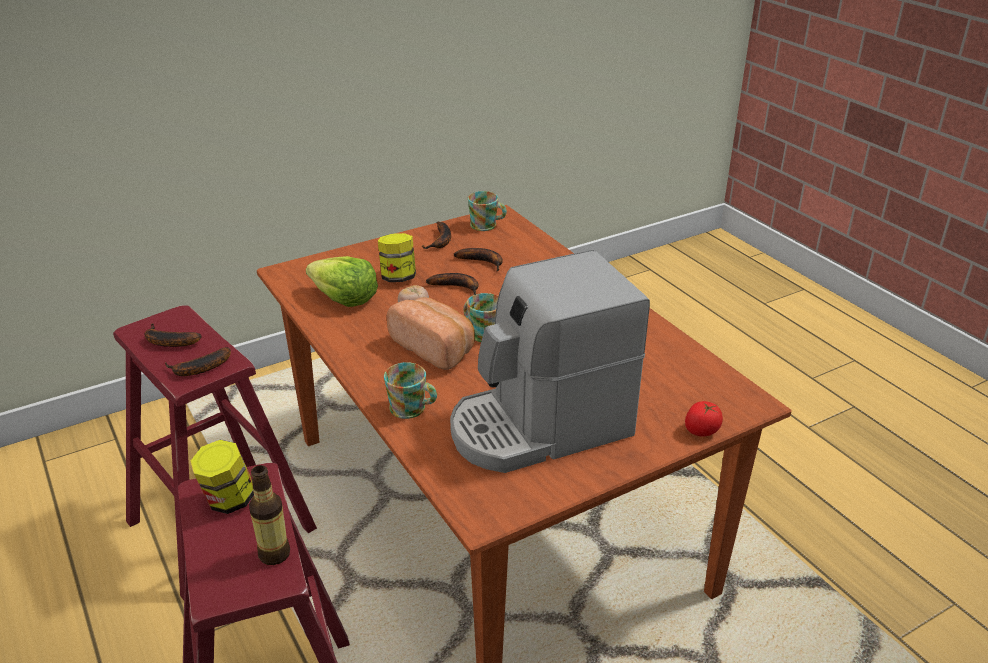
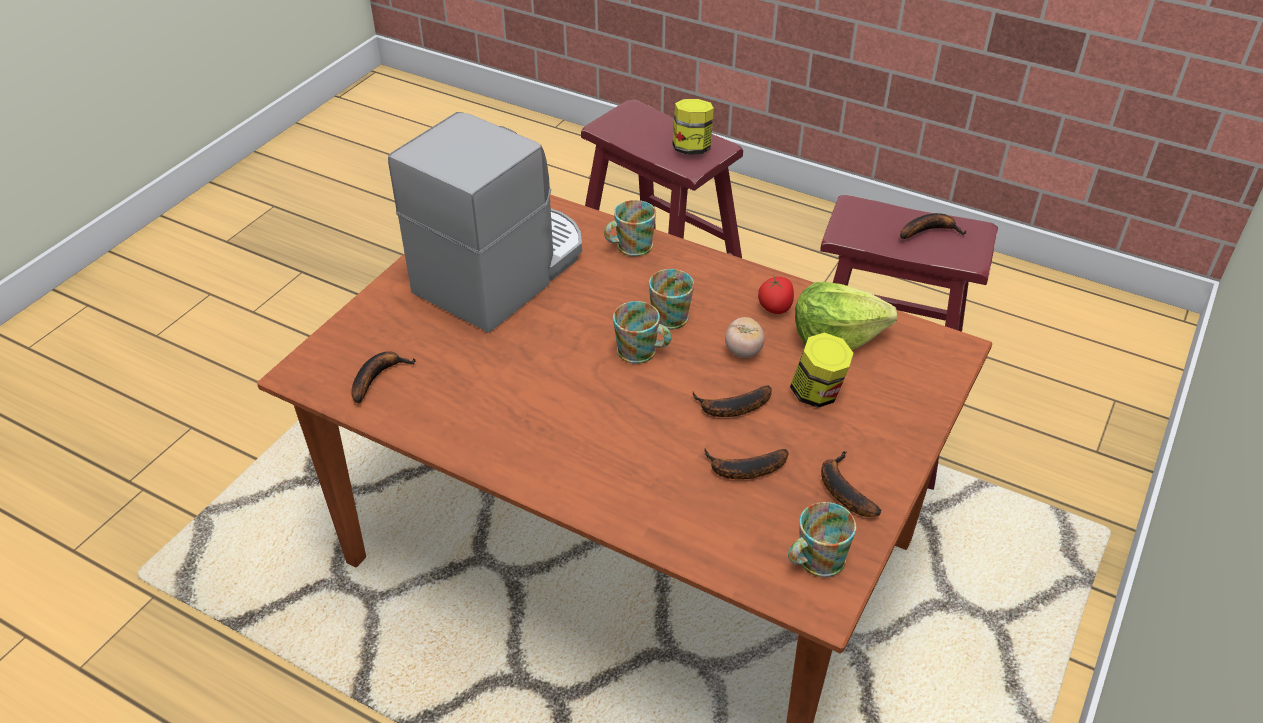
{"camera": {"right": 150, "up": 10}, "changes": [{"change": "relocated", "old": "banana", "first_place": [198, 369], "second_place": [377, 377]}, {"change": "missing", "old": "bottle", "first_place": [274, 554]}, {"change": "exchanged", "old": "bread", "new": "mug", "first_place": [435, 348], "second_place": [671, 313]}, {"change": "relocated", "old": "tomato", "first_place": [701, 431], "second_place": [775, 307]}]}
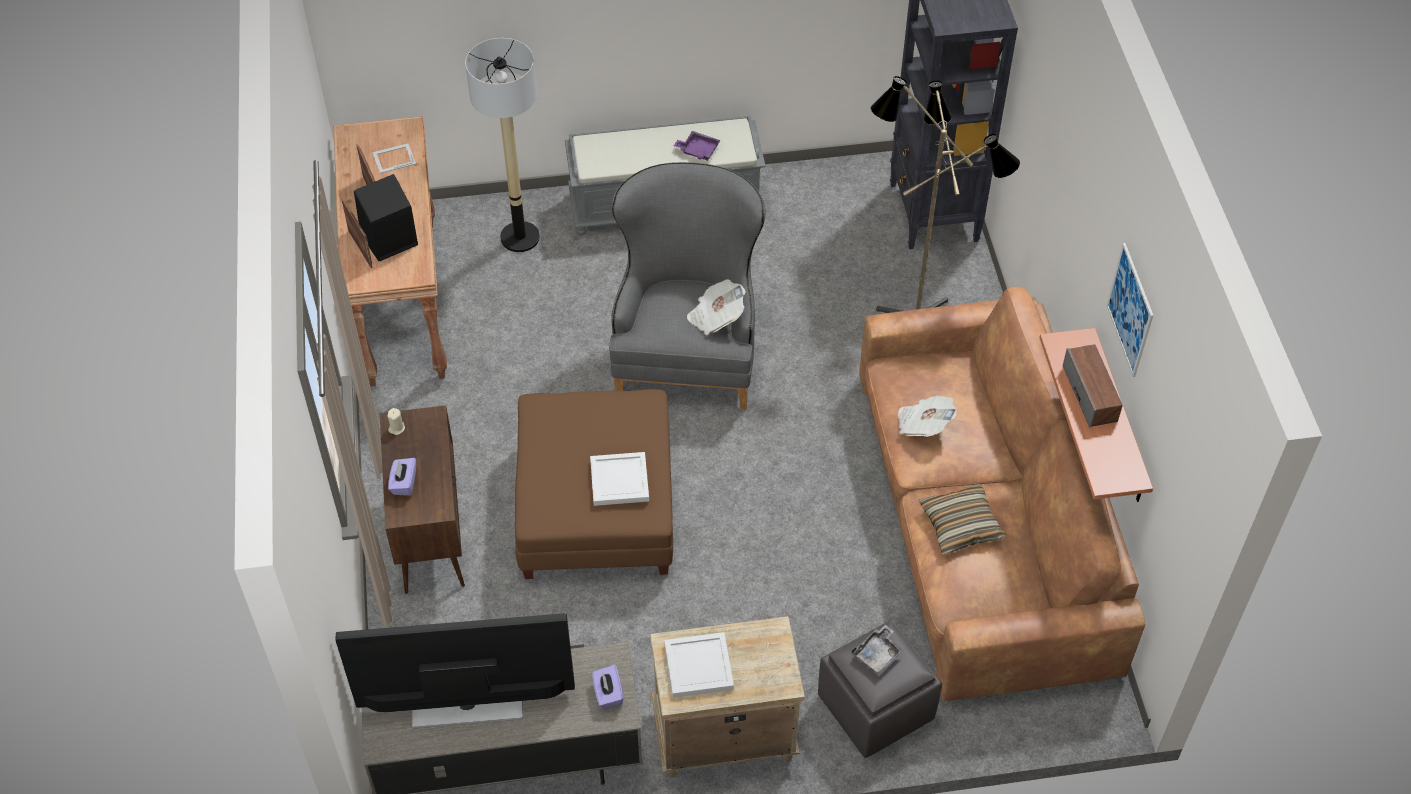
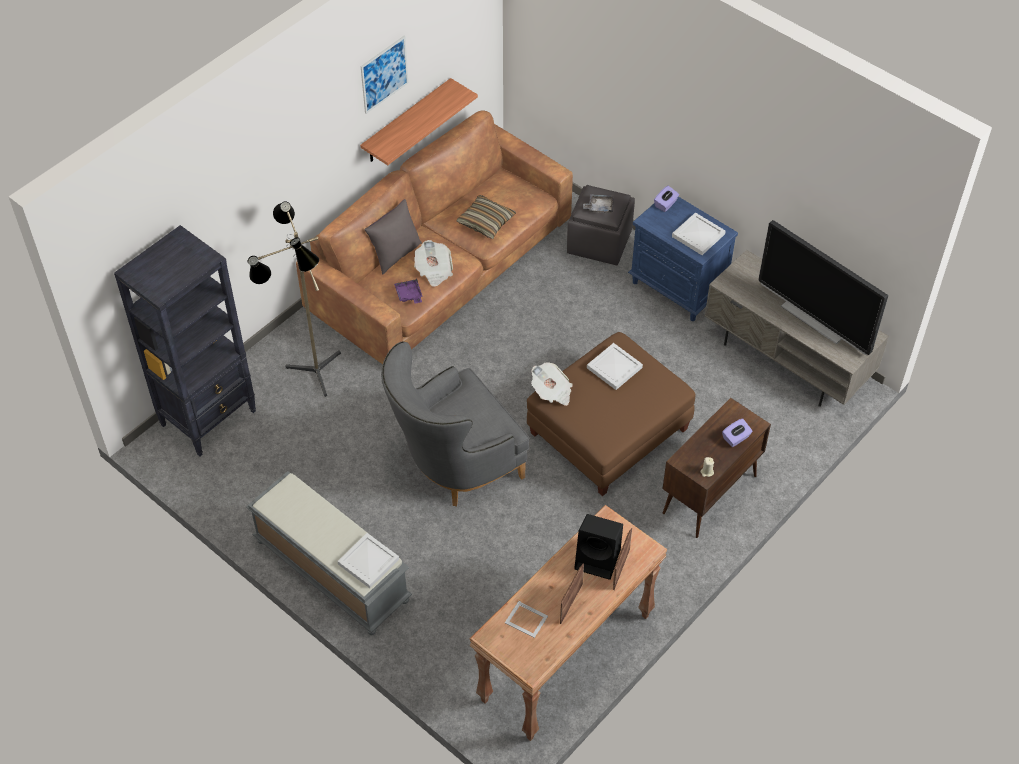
{"camera": {"right": -130, "up": 0}, "changes": [{"change": "missing", "old": "floor lamp", "first_place": [519, 237]}, {"change": "relocated", "old": "tissue box/purple", "first_place": [608, 694], "second_place": [666, 204]}, {"change": "colour", "old": "nightstand/beige", "new": "nightstand/blue", "first_place": [723, 734], "second_place": [678, 288]}, {"change": "relocated", "old": "tray/purple", "first_place": [698, 150], "second_place": [409, 295]}, {"change": "relocated", "old": "newspaper", "first_place": [716, 317], "second_place": [552, 392]}, {"change": "missing", "old": "speaker", "first_place": [1090, 393]}, {"change": "appeared", "new": "tray/white", "second_place": [369, 561]}, {"change": "appeared", "new": "pillow/grey", "second_place": [395, 255]}]}
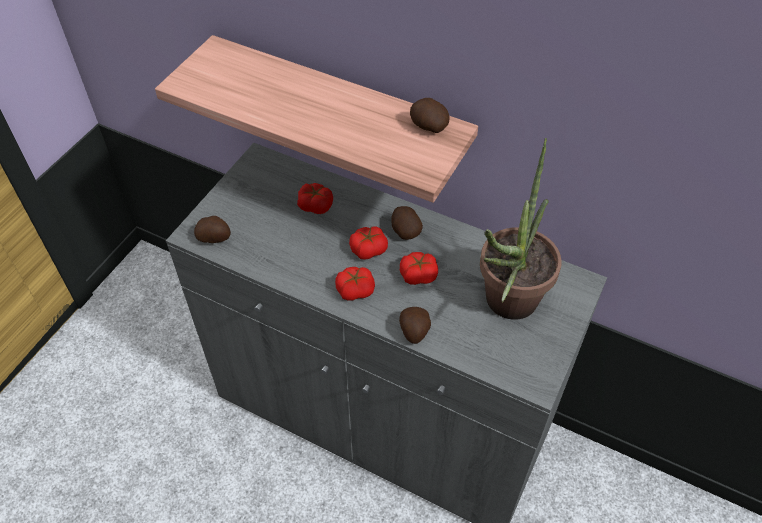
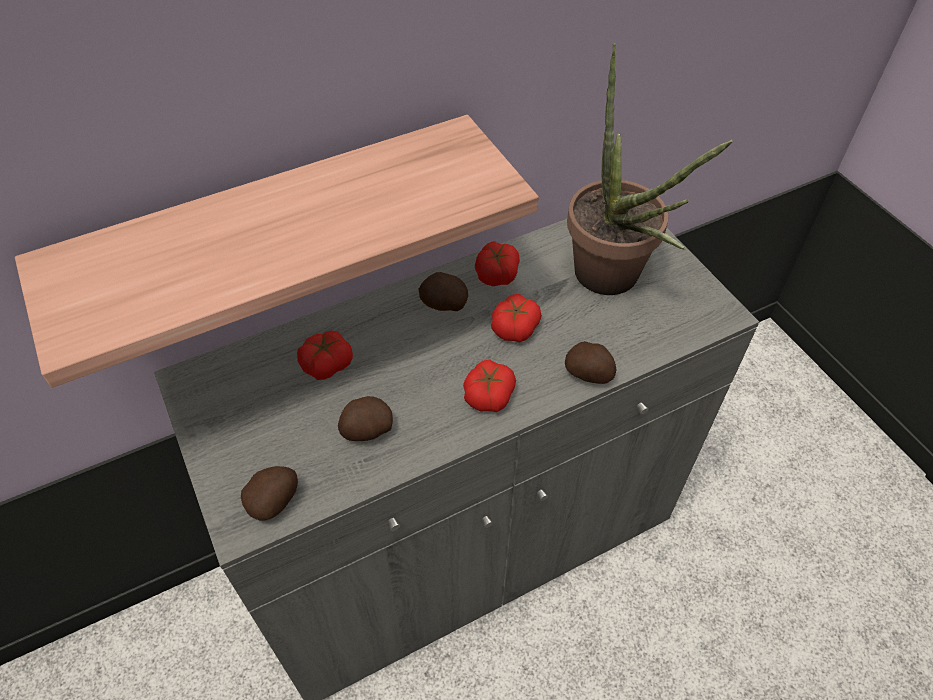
{"camera": {"right": -55, "up": 0}, "changes": [{"change": "relocated", "old": "tomato", "first_place": [368, 249], "second_place": [496, 273]}, {"change": "relocated", "old": "potato", "first_place": [428, 126], "second_place": [366, 430]}]}
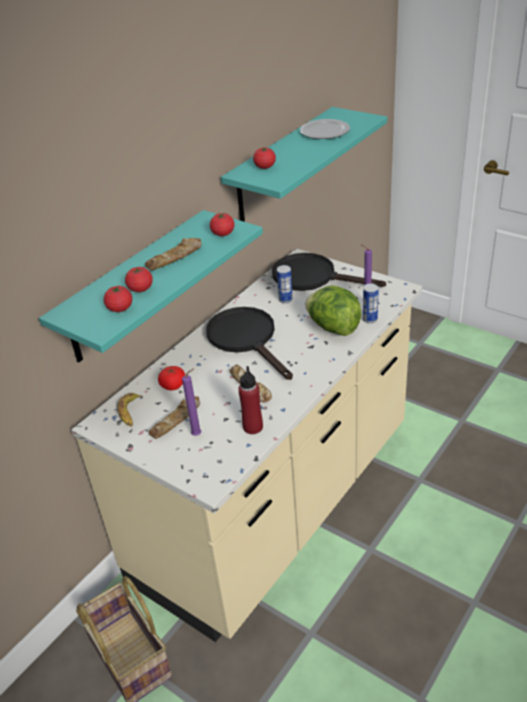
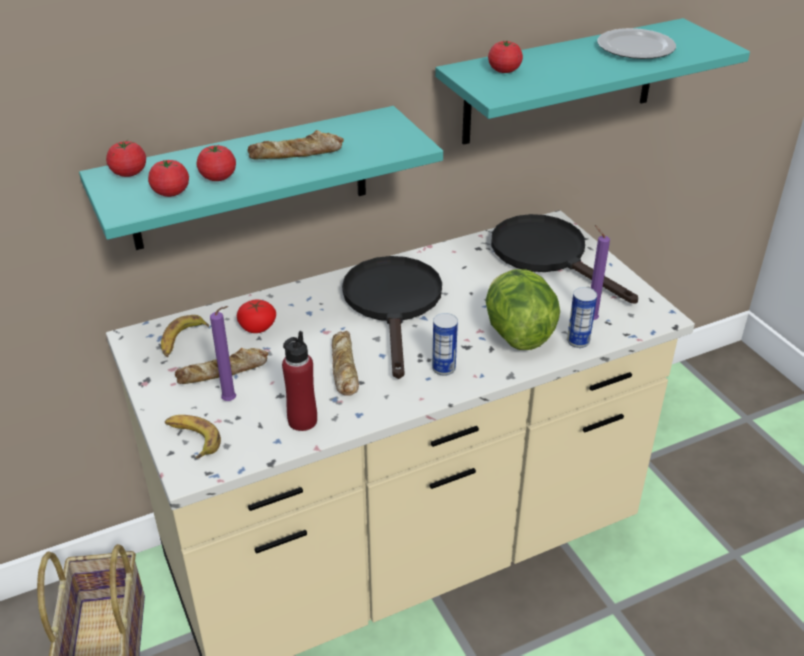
{"camera": {"right": 25, "up": 0}, "changes": [{"change": "relocated", "old": "tomato", "first_place": [223, 233], "second_place": [129, 173]}, {"change": "relocated", "old": "can", "first_place": [285, 299], "second_place": [443, 368]}, {"change": "appeared", "new": "banana", "second_place": [192, 439]}]}
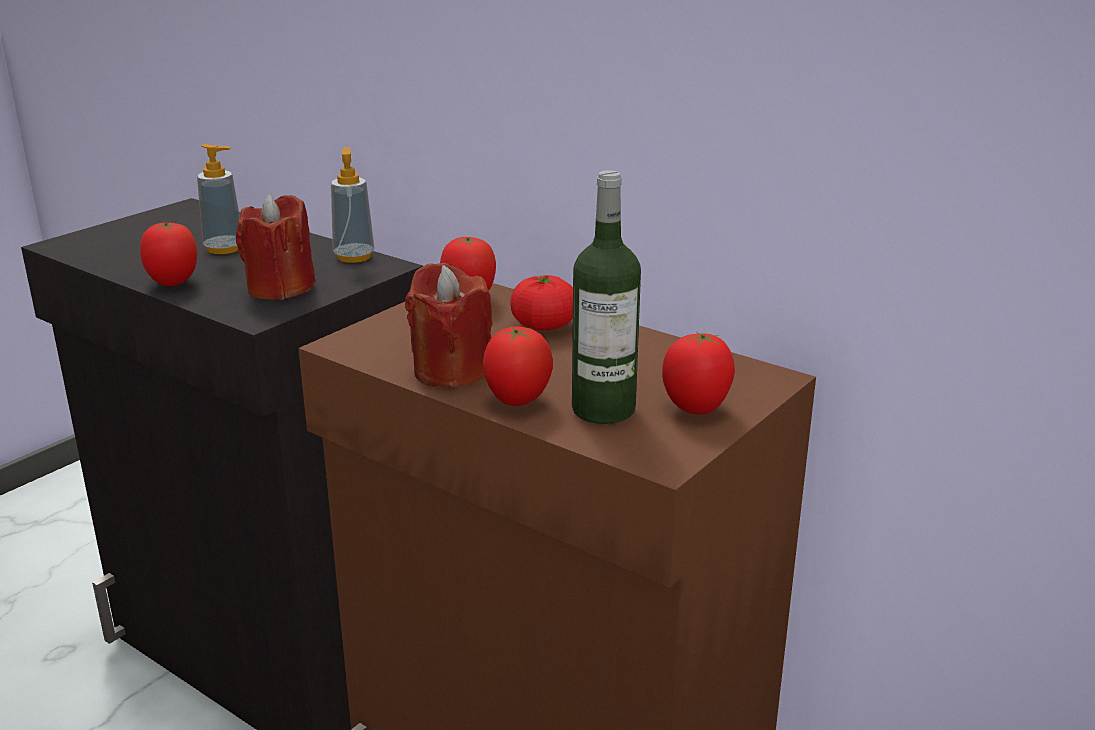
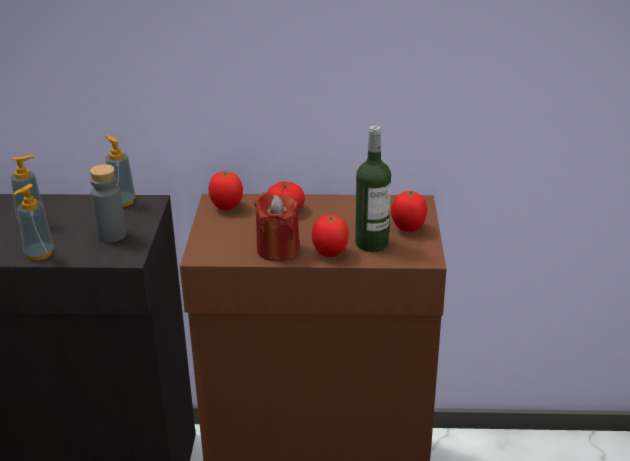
{"camera": {"right": -35, "up": 5}, "changes": [{"change": "exchanged", "old": "tomato", "new": "soap dispenser", "first_place": [173, 283], "second_place": [39, 254]}, {"change": "exchanged", "old": "candle/red", "new": "bottle/grey", "first_place": [280, 288], "second_place": [112, 235]}]}
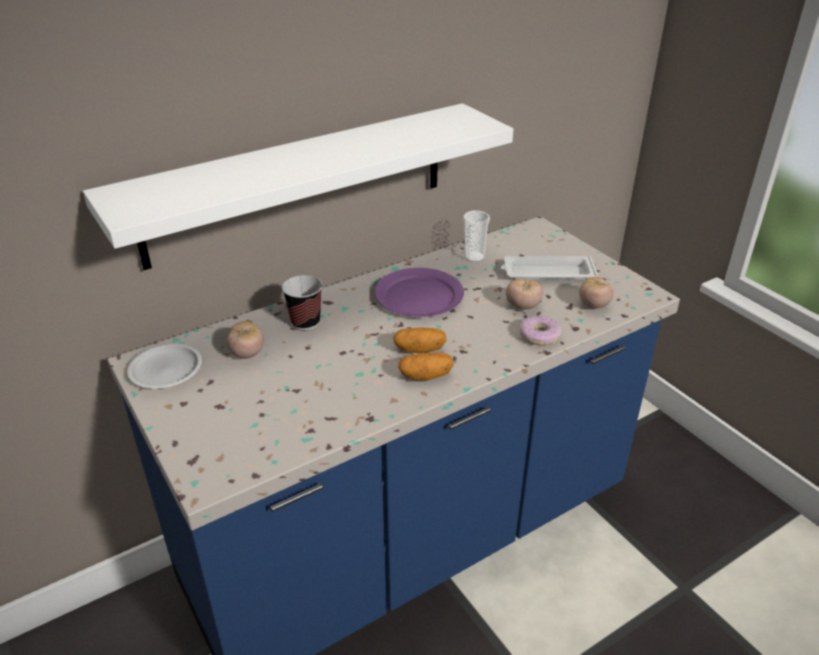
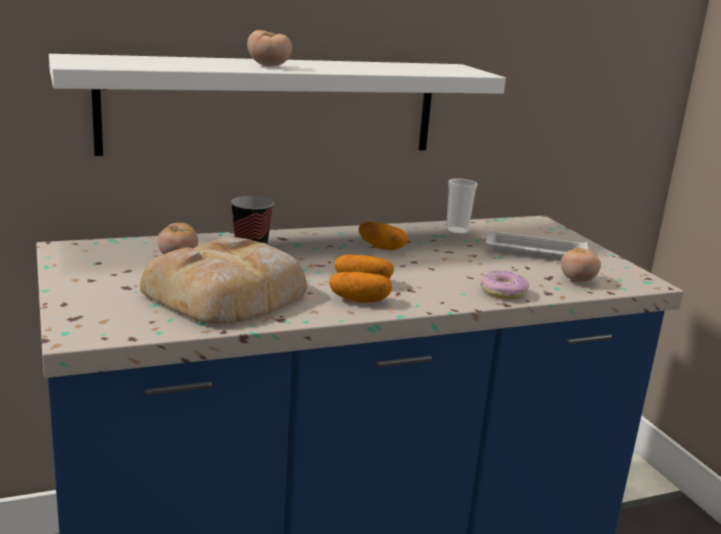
{"camera": {"right": 10, "up": -15}, "changes": [{"change": "missing", "old": "plate/white", "first_place": [165, 370]}, {"change": "exchanged", "old": "plate/purple", "new": "potato", "first_place": [418, 296], "second_place": [382, 247]}, {"change": "relocated", "old": "tomato", "first_place": [523, 306], "second_place": [269, 66]}, {"change": "appeared", "new": "bread", "second_place": [228, 293]}]}
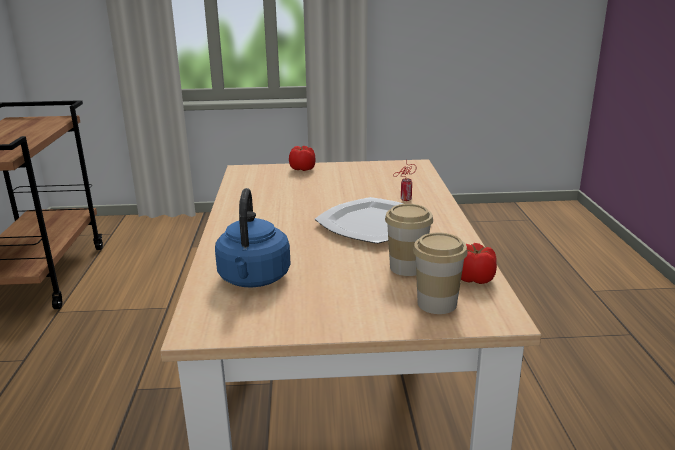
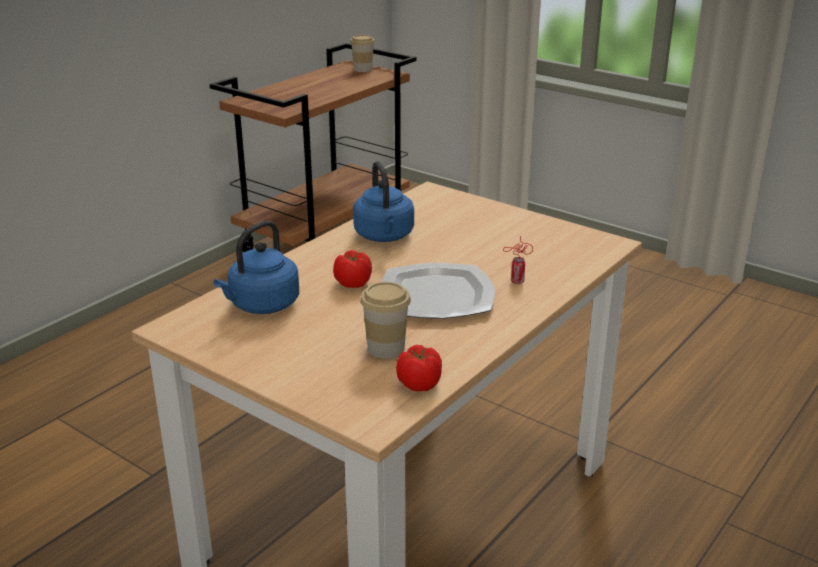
{"camera": {"right": 40, "up": 5}, "changes": [{"change": "relocated", "old": "tomato", "first_place": [303, 169], "second_place": [353, 283]}, {"change": "relocated", "old": "cup", "first_place": [437, 304], "second_place": [363, 69]}, {"change": "appeared", "new": "kettle/blue", "second_place": [384, 236]}]}
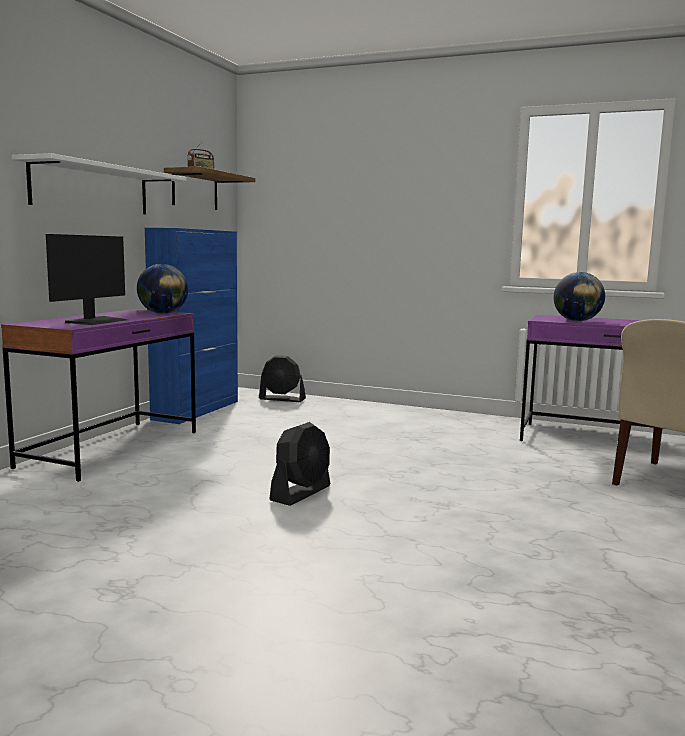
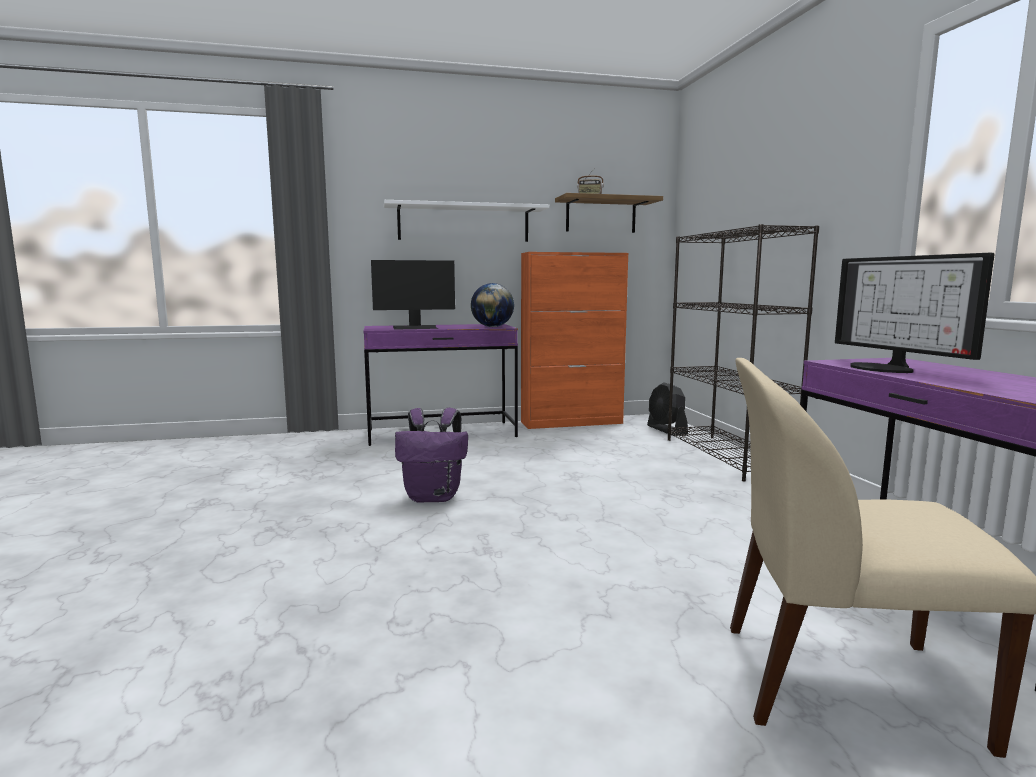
{"camera": {"right": 55, "up": 0}, "changes": [{"change": "colour", "old": "cabinet/blue", "new": "cabinet/orange", "first_place": [197, 410], "second_place": [572, 422]}, {"change": "exchanged", "old": "fan/black", "new": "backpack/purple", "first_place": [301, 493], "second_place": [434, 497]}, {"change": "exchanged", "old": "globe", "new": "monitor", "first_place": [576, 321], "second_place": [886, 368]}, {"change": "appeared", "new": "bookcase/black", "second_place": [727, 456]}]}
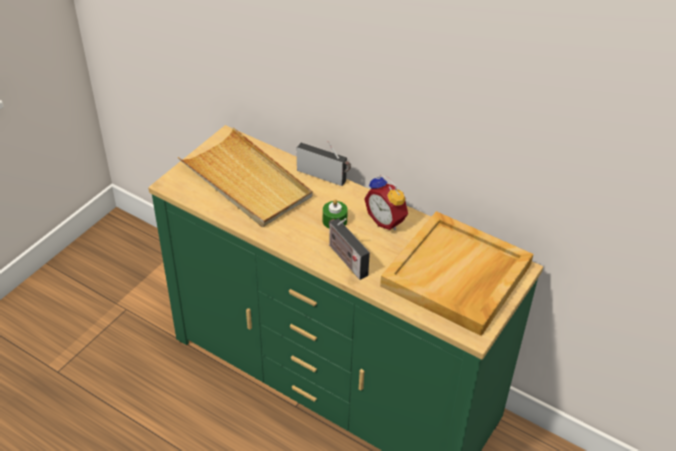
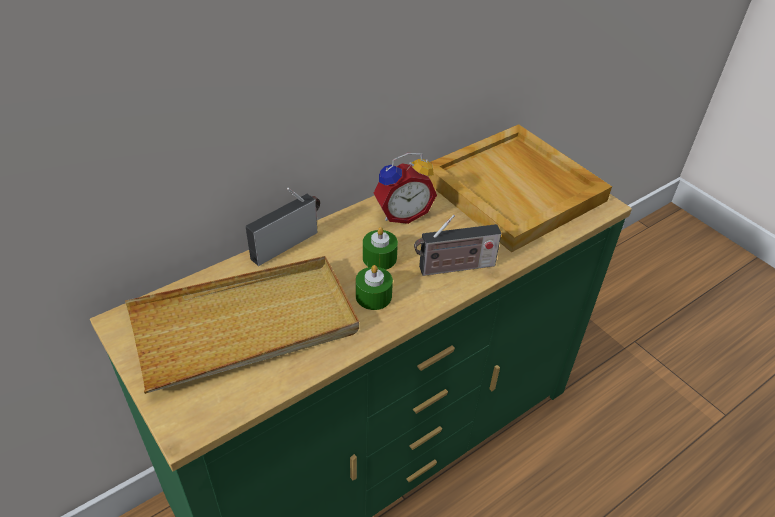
{"camera": {"right": -70, "up": 0}, "changes": [{"change": "appeared", "new": "candle/green", "second_place": [373, 296]}]}
